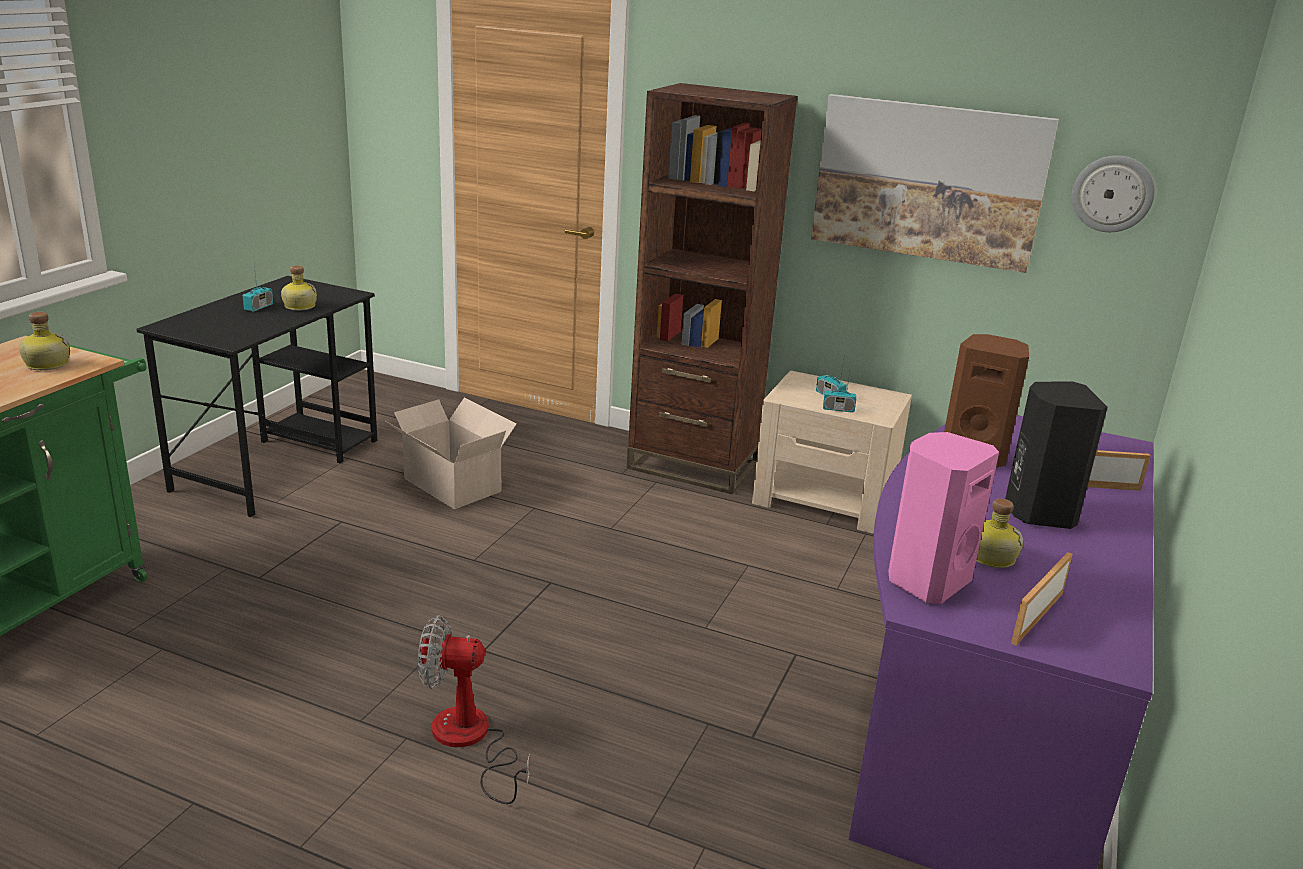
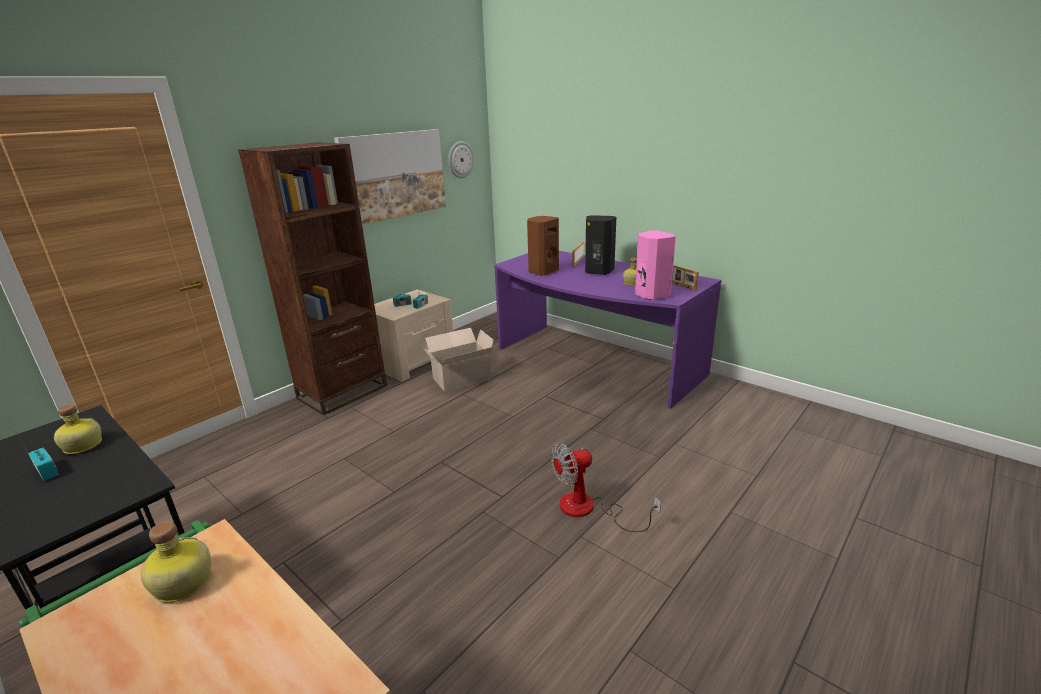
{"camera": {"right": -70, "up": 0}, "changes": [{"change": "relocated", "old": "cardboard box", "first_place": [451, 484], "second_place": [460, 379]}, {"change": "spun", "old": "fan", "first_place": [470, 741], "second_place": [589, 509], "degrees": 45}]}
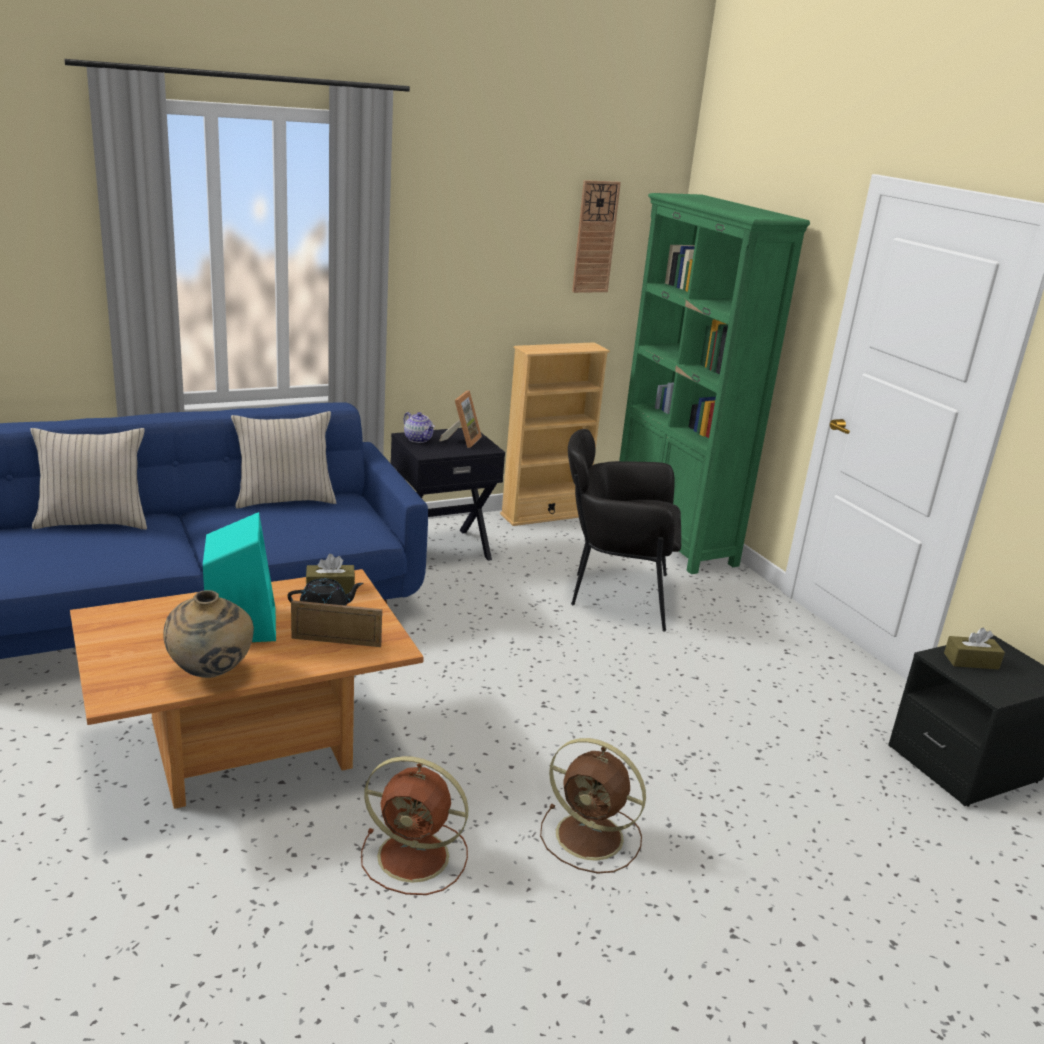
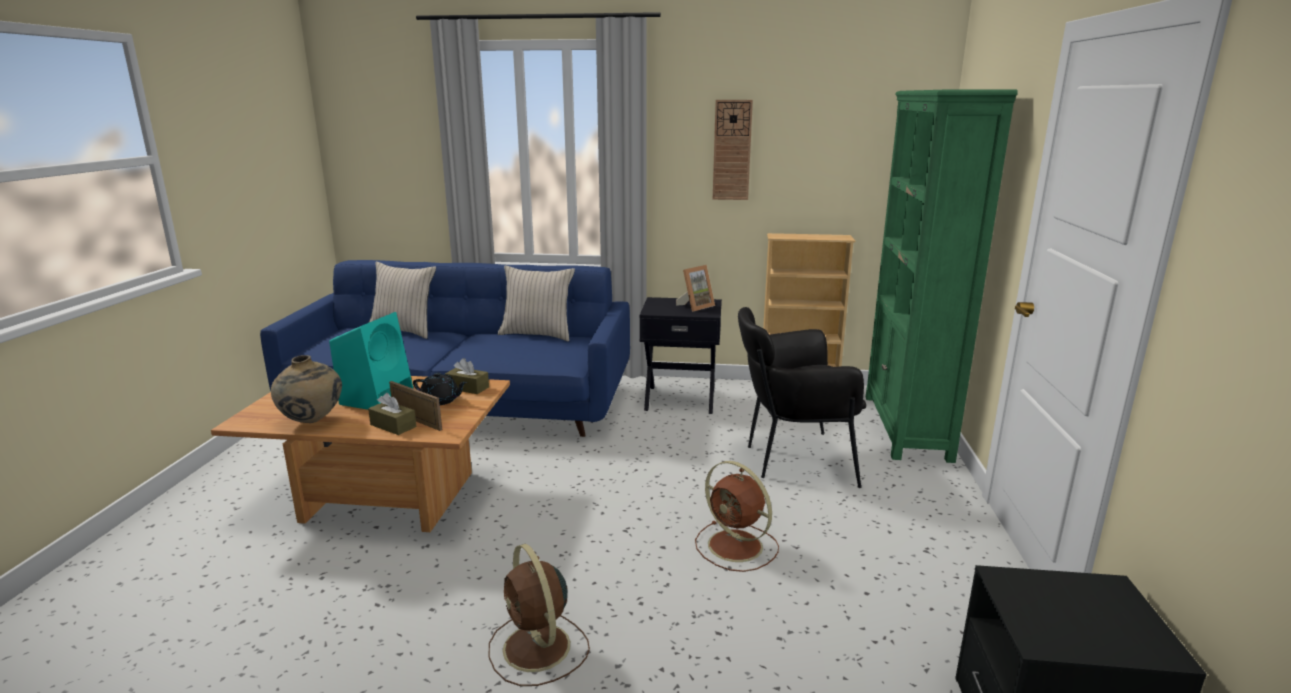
{"camera": {"right": 35, "up": -5}, "changes": [{"change": "relocated", "old": "fan/brown", "first_place": [416, 857], "second_place": [737, 547]}, {"change": "missing", "old": "teapot", "first_place": [418, 439]}, {"change": "spun", "old": "armchair/black", "first_place": [614, 595], "second_place": [792, 460], "degrees": -45}, {"change": "relocated", "old": "wall clock", "first_place": [595, 237], "second_place": [732, 150]}, {"change": "relocated", "old": "tissue box/brown", "first_place": [971, 661], "second_place": [393, 426]}]}
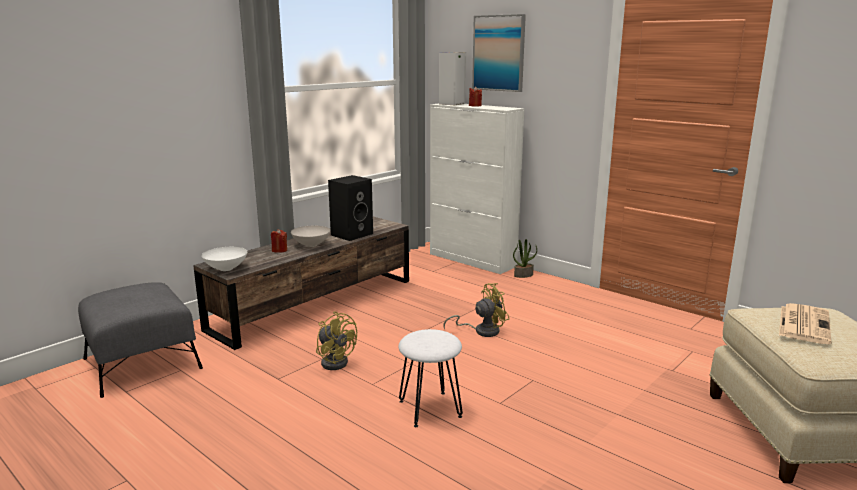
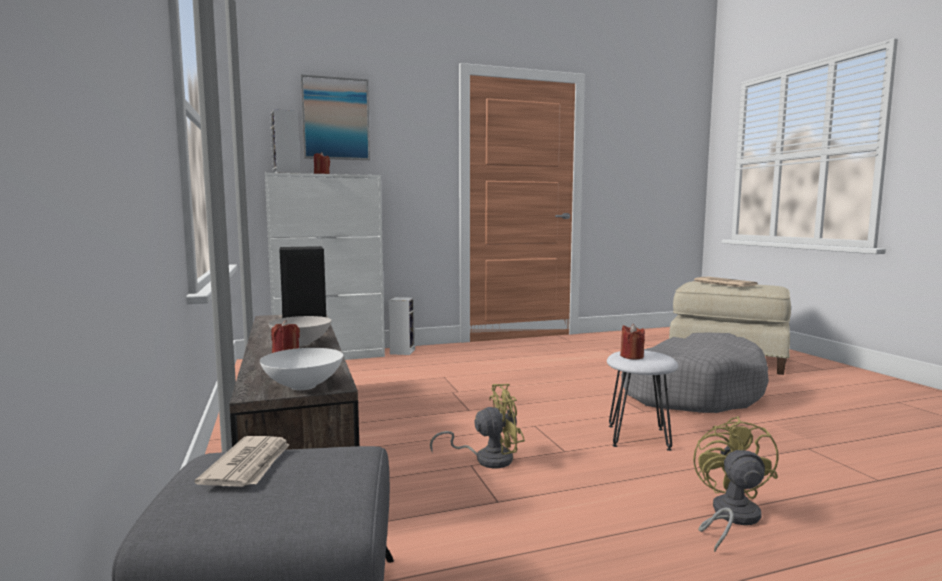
{"camera": {"right": -60, "up": -10}, "changes": [{"change": "relocated", "old": "fan/yellow", "first_place": [482, 331], "second_place": [730, 517]}, {"change": "exchanged", "old": "potted plant", "new": "speaker", "first_place": [523, 275], "second_place": [402, 351]}, {"change": "appeared", "new": "newspaper", "second_place": [249, 465]}, {"change": "appeared", "new": "candle/red", "second_place": [631, 356]}, {"change": "appeared", "new": "dog bed/grey", "second_place": [691, 391]}]}
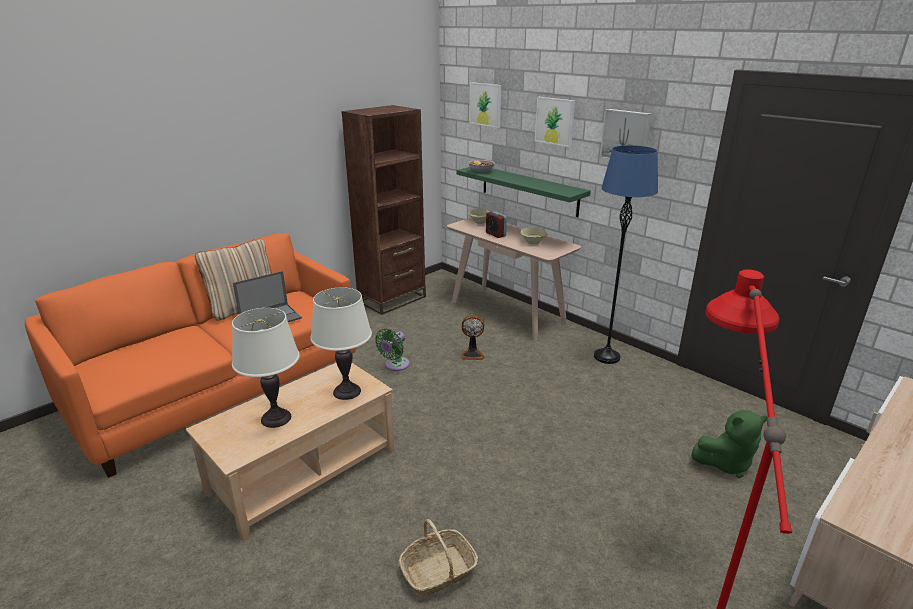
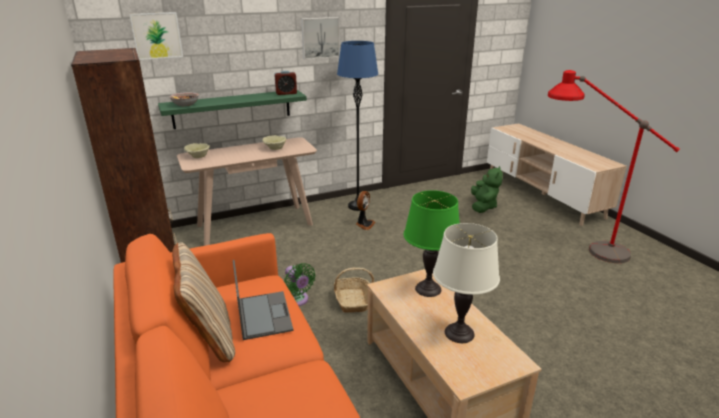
{"camera": {"right": -70, "up": 0}, "changes": [{"change": "colour", "old": "table lamp/white", "new": "table lamp/green", "first_place": [347, 391], "second_place": [428, 289]}, {"change": "relocated", "old": "basket", "first_place": [438, 571], "second_place": [353, 300]}, {"change": "relocated", "old": "fan", "first_place": [472, 354], "second_place": [364, 224]}, {"change": "relocated", "old": "alarm clock", "first_place": [495, 234], "second_place": [286, 93]}, {"change": "missing", "old": "picture", "first_place": [554, 121]}]}
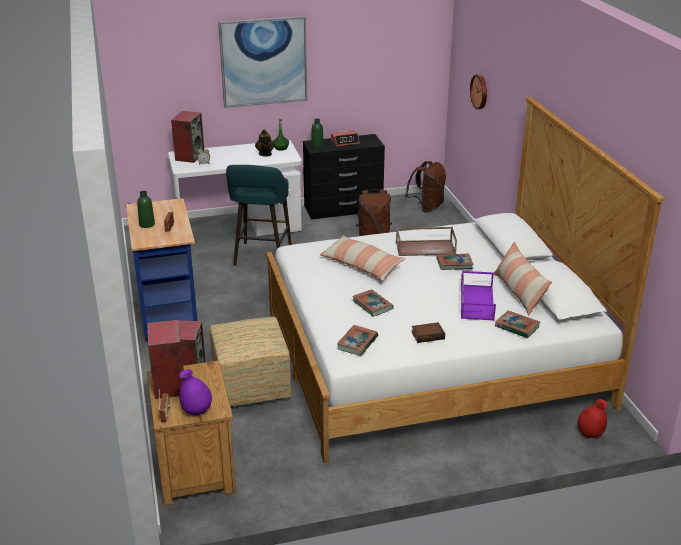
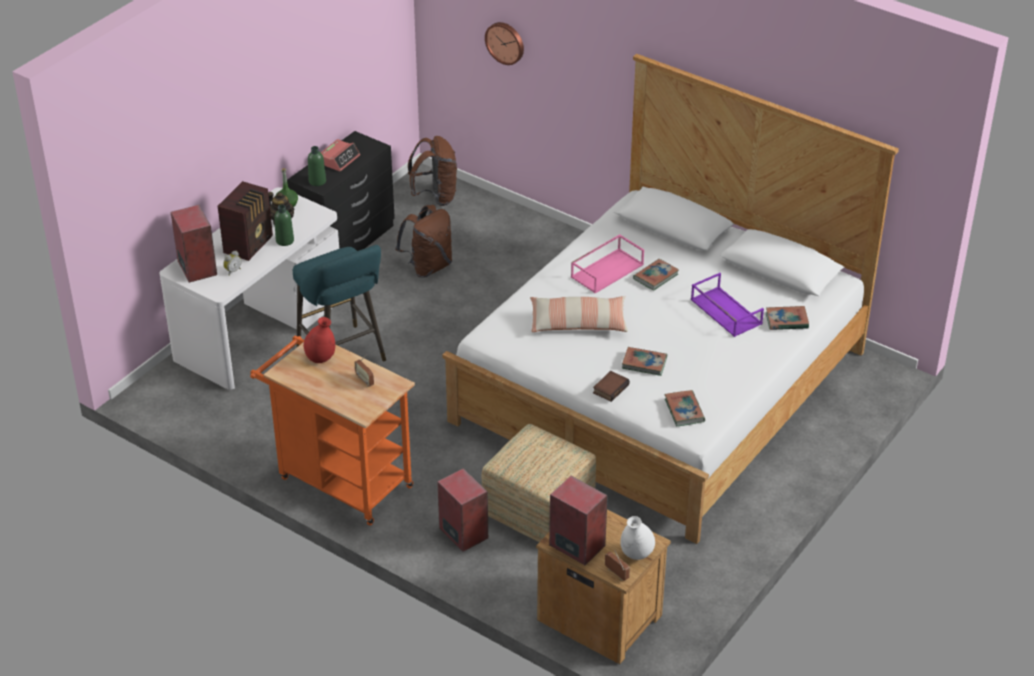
{"camera": {"right": -40, "up": 10}, "changes": [{"change": "colour", "old": "cart/blue", "new": "cart/orange", "first_place": [167, 312], "second_place": [339, 480]}, {"change": "relocated", "old": "bottle/green", "first_place": [147, 224], "second_place": [285, 241]}, {"change": "colour", "old": "vase/purple", "new": "vase/white", "first_place": [197, 411], "second_place": [636, 554]}, {"change": "missing", "old": "picture", "first_place": [263, 62]}, {"change": "colour", "old": "tray/brown", "new": "tray/pink", "first_place": [426, 248], "second_place": [607, 270]}, {"change": "relocated", "old": "book", "first_place": [428, 335], "second_place": [610, 388]}, {"change": "missing", "old": "pillow", "first_place": [518, 292]}, {"change": "relocated", "old": "vase/red", "first_place": [590, 434], "second_place": [320, 358]}, {"change": "appeared", "new": "radio", "second_place": [249, 244]}]}
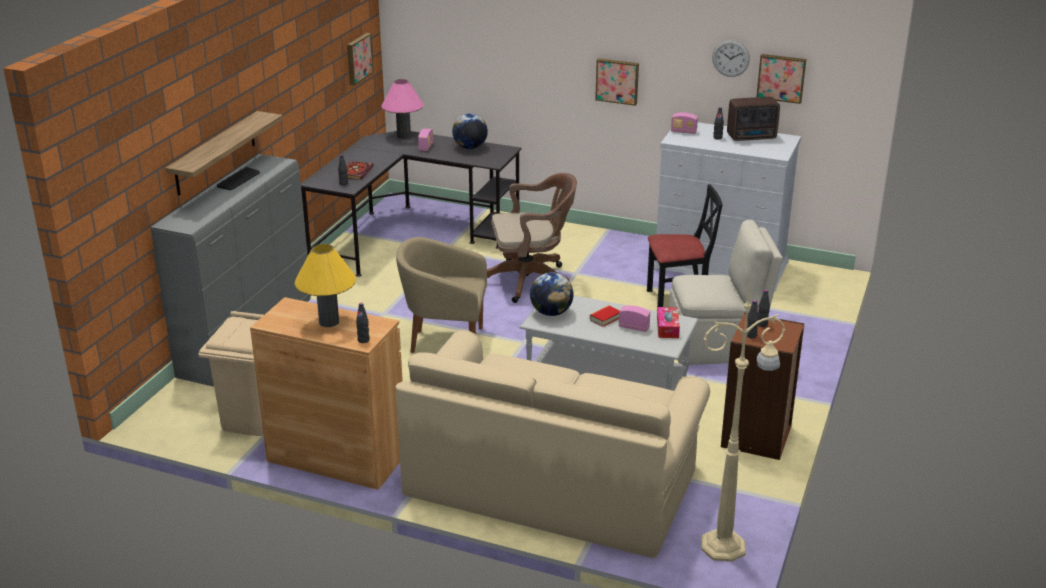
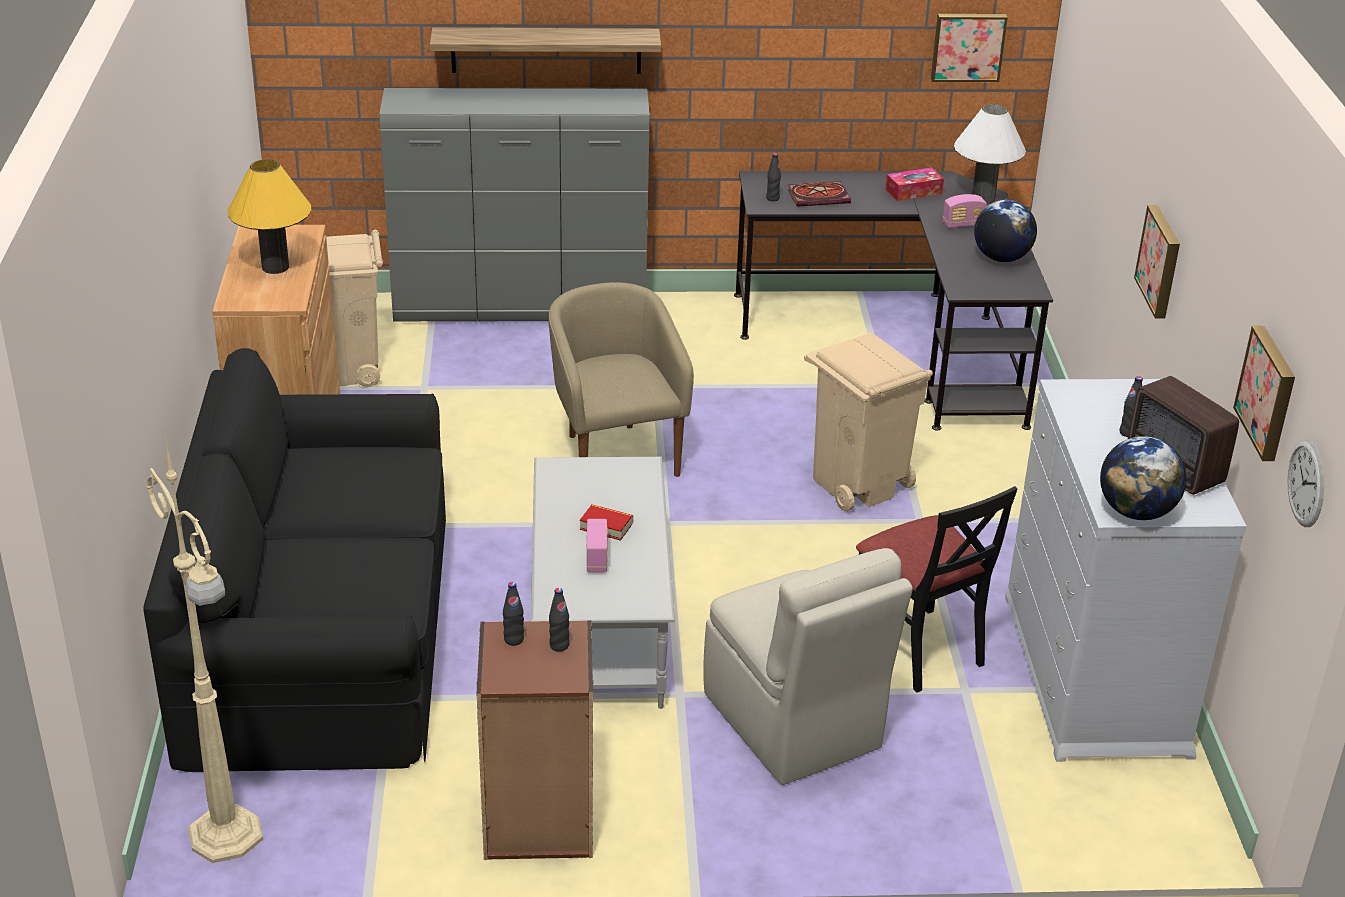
{"camera": {"right": 65, "up": 5}, "changes": [{"change": "missing", "old": "keyboard", "first_place": [239, 179]}, {"change": "missing", "old": "bottle/black", "first_place": [363, 340]}, {"change": "colour", "old": "table lamp/pink", "new": "table lamp/white", "first_place": [404, 136], "second_place": [983, 198]}, {"change": "colour", "old": "sofa/beige", "new": "sofa/black", "first_place": [550, 479], "second_place": [321, 632]}, {"change": "exchanged", "old": "office chair/brown", "new": "trash can/beige", "first_place": [531, 280], "second_place": [857, 483]}, {"change": "relocated", "old": "globe", "first_place": [551, 313], "second_place": [1136, 512]}, {"change": "relocated", "old": "tissue box", "first_place": [667, 328], "second_place": [913, 191]}, {"change": "missing", "old": "radio", "first_place": [683, 132]}, {"change": "relocated", "old": "wall clock", "first_place": [731, 58], "second_place": [1306, 483]}]}
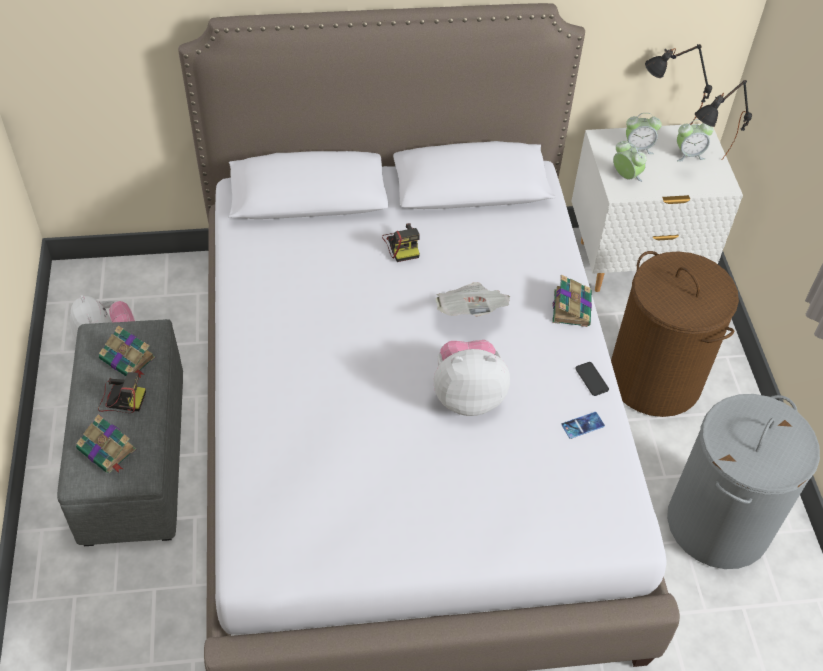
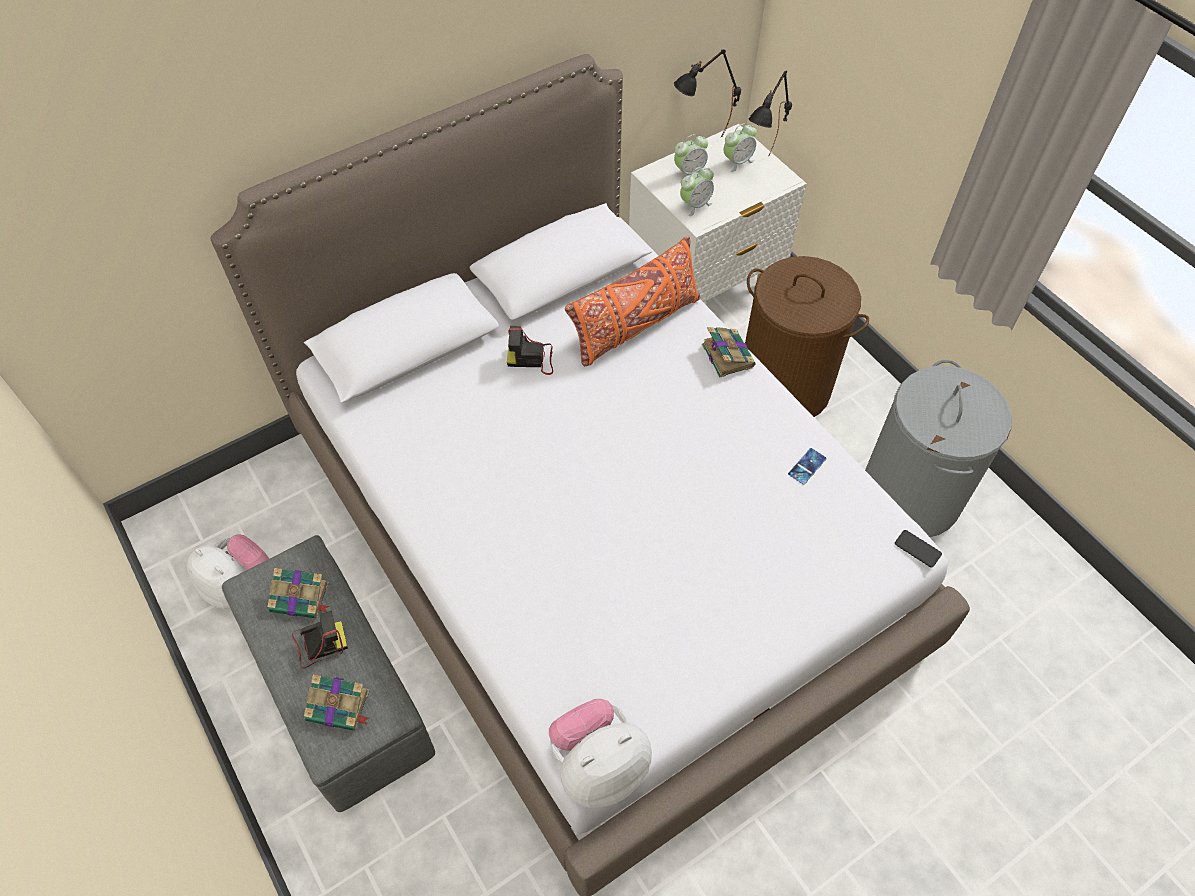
{"camera": {"right": -25, "up": 5}, "changes": [{"change": "spun", "old": "photo camera", "first_place": [402, 245], "second_place": [532, 358], "degrees": 135}, {"change": "relocated", "old": "plush toy", "first_place": [467, 395], "second_place": [598, 766]}, {"change": "missing", "old": "newspaper", "first_place": [470, 312]}, {"change": "relocated", "old": "phone", "first_place": [591, 379], "second_place": [917, 549]}, {"change": "spun", "old": "alarm clock", "first_place": [625, 176], "second_place": [695, 205], "degrees": 120}, {"change": "appeared", "new": "pillow/orange", "second_place": [635, 326]}]}
